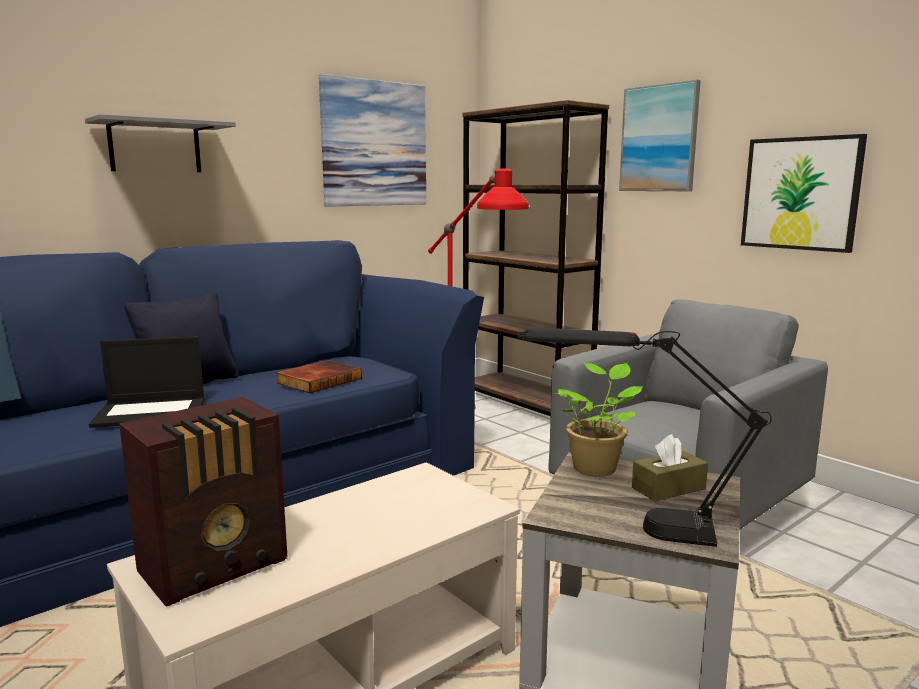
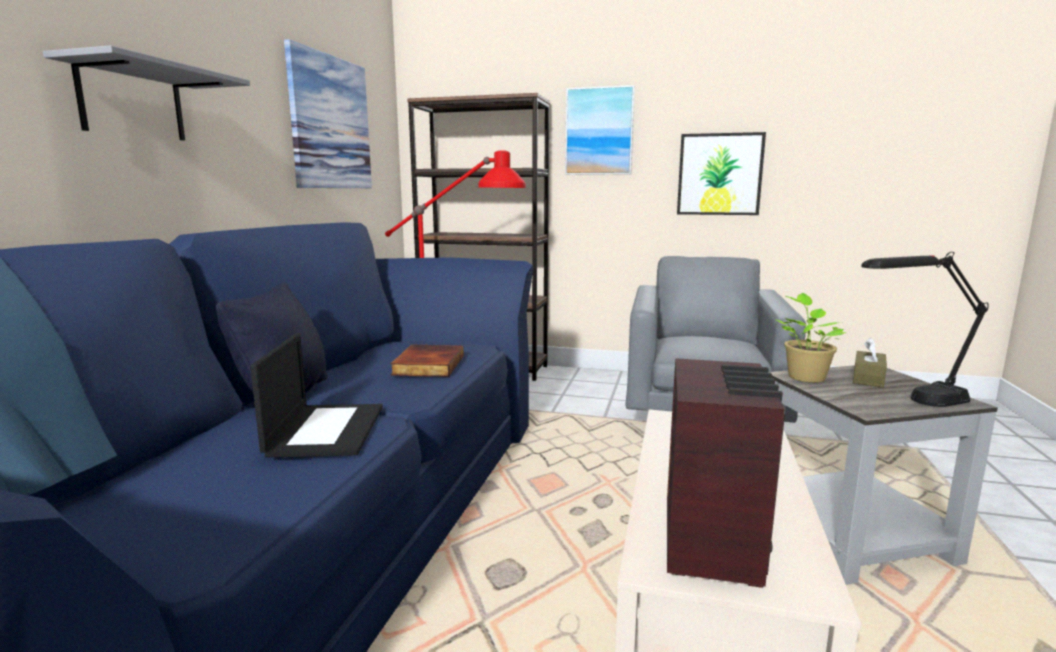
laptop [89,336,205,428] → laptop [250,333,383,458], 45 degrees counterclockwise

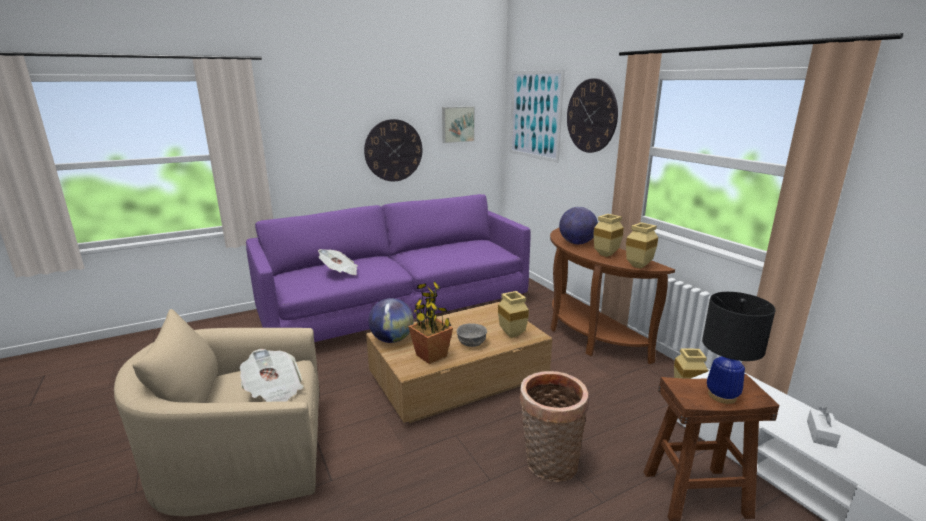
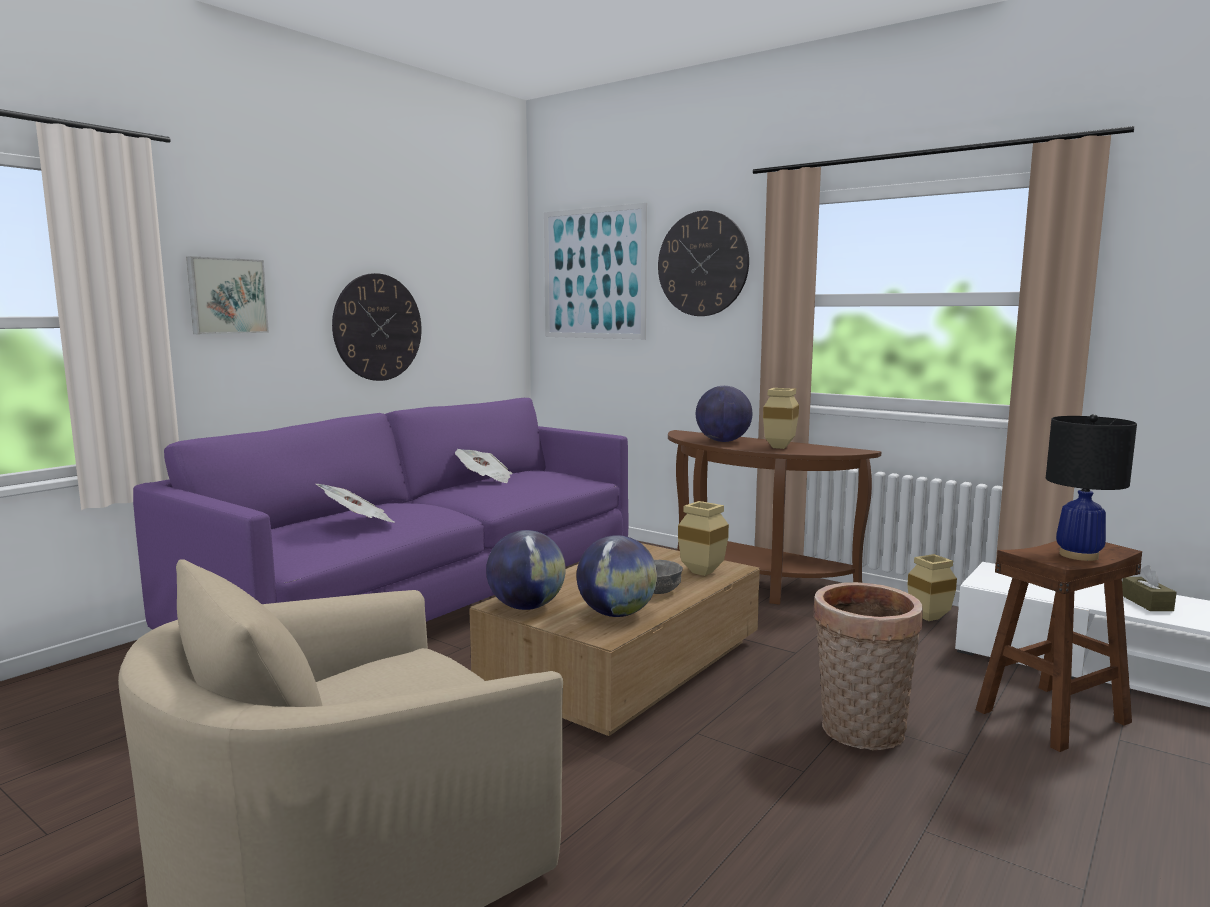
picture [442,106,475,143] → picture [186,256,269,334], moved
vase (beige) [626,222,658,269] → -
potted plant [408,281,453,364] → globe [577,535,657,617]
newspaper [240,349,304,402] → newspaper [455,449,512,483], moved
tissue box (white) [807,407,841,448] → tissue box (brown) [1122,565,1177,611]

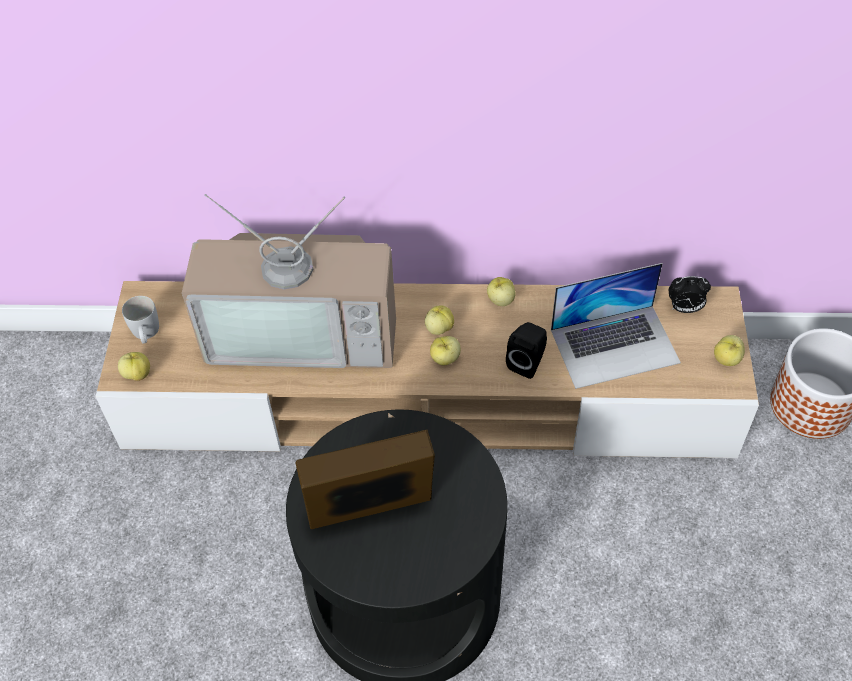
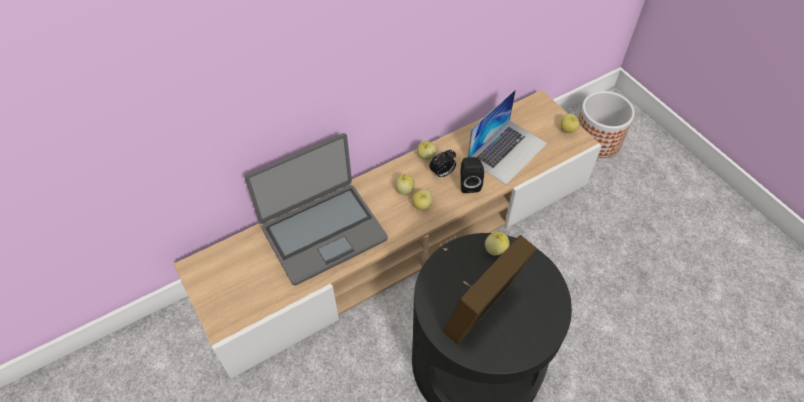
television [182,194,396,368] → laptop [245,133,388,286]
alarm clock [669,276,711,313] → alarm clock [429,150,456,177], moved
mug (white) [122,296,159,343] → -
apple [118,352,150,381] → apple [485,231,510,255], moved

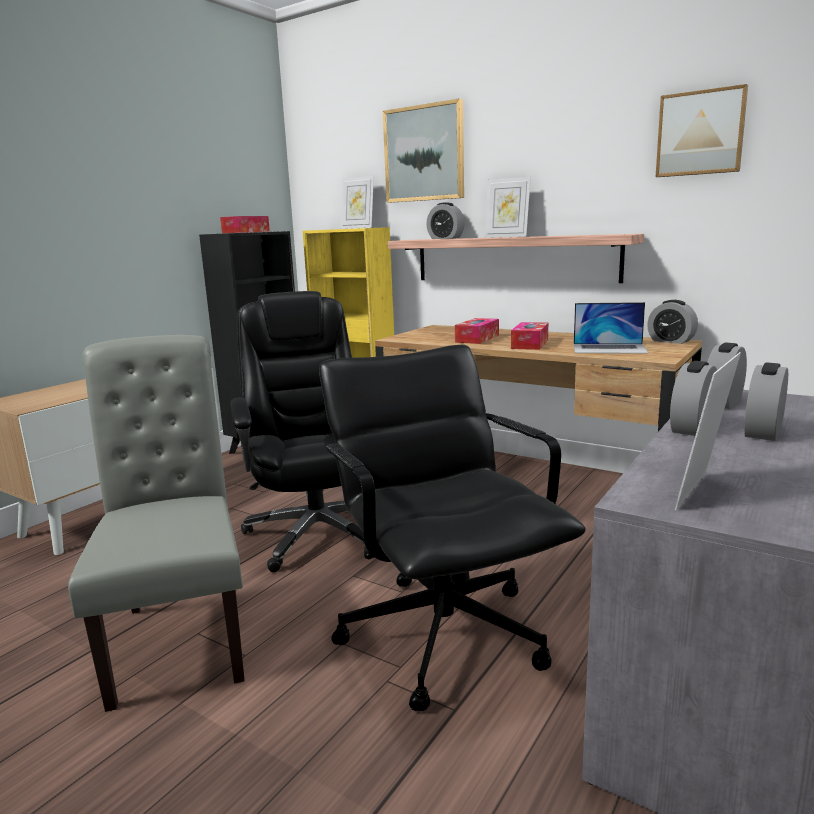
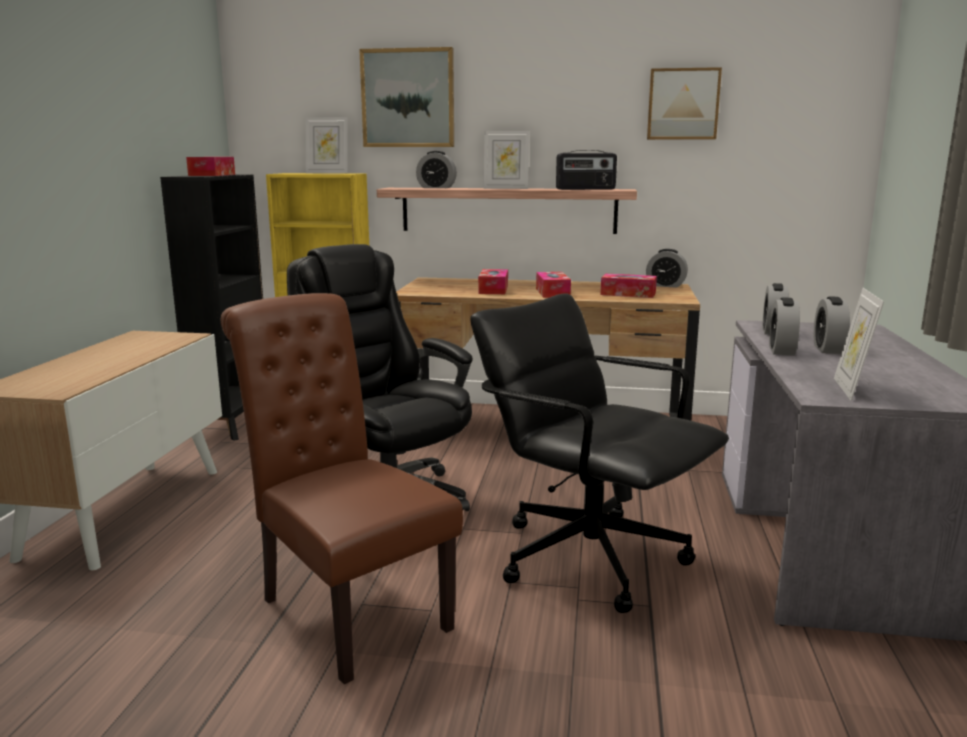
laptop [574,302,649,354] → tissue box [601,274,657,298]
chair (grey) [68,335,245,712] → chair (brown) [221,293,463,685]
- → radio [556,150,617,190]

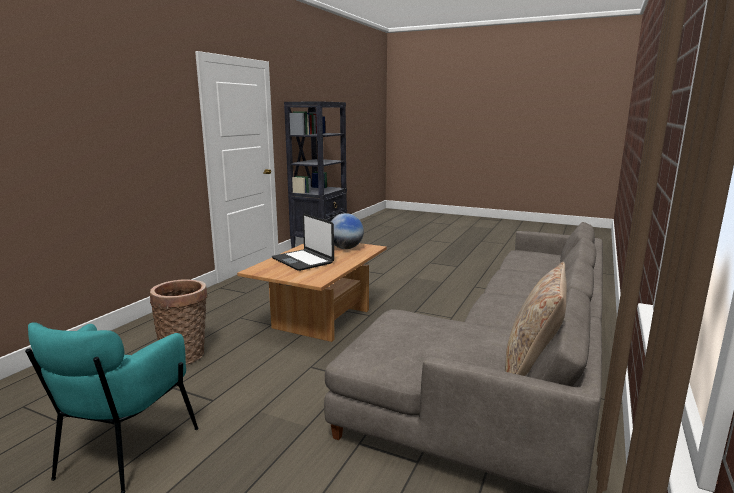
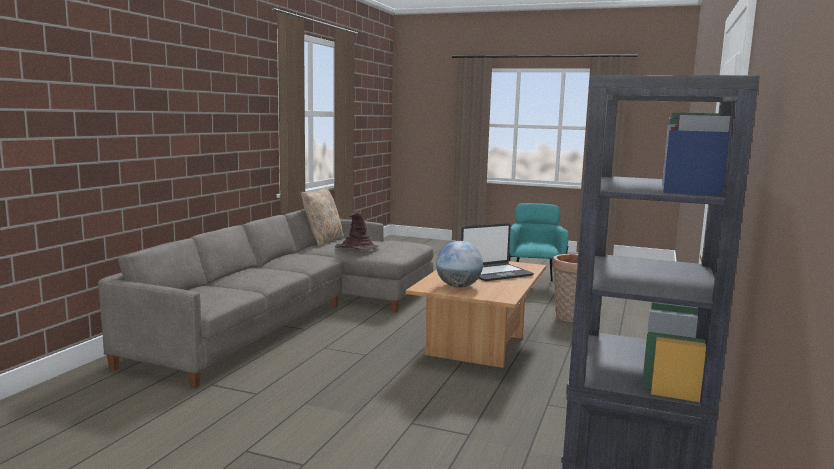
laptop [272,214,334,271] → laptop [461,223,534,281], 105 degrees clockwise
- → hat (brown) [335,211,378,250]

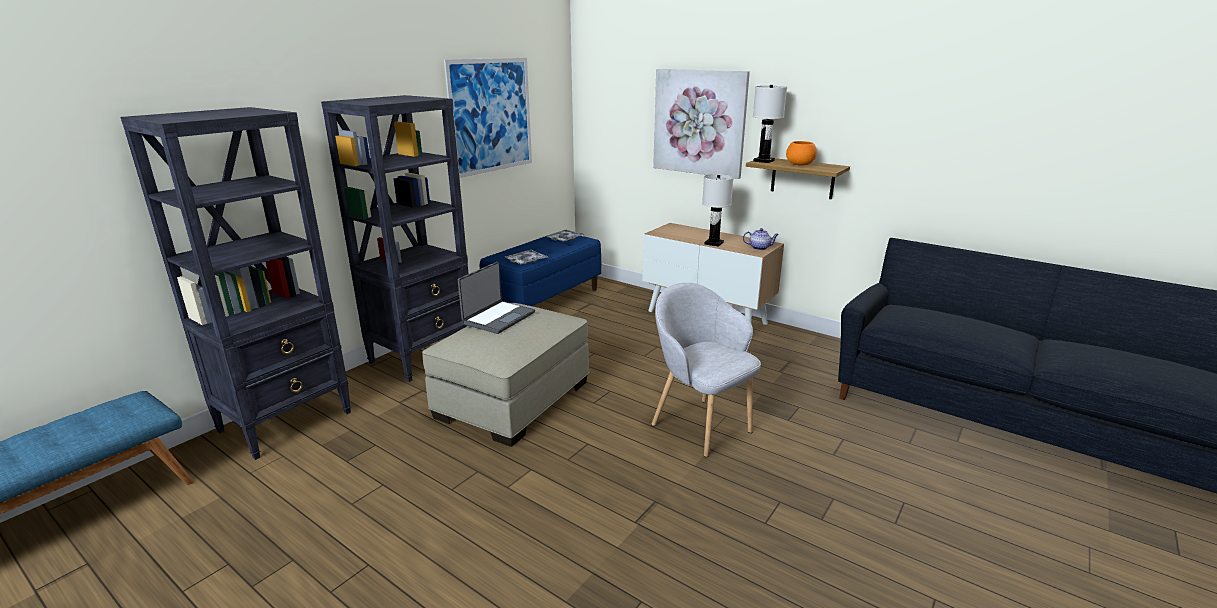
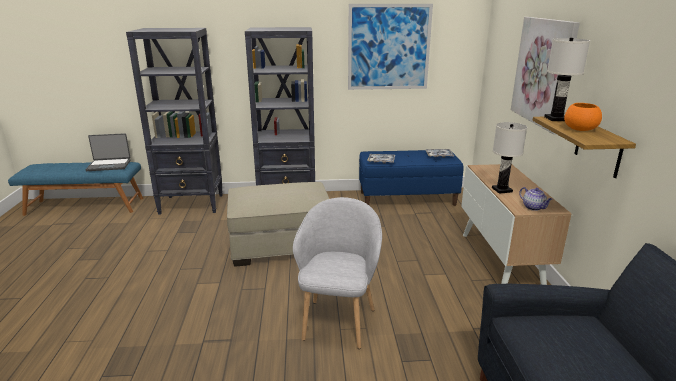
laptop [458,262,535,334] → laptop [86,133,131,171], moved

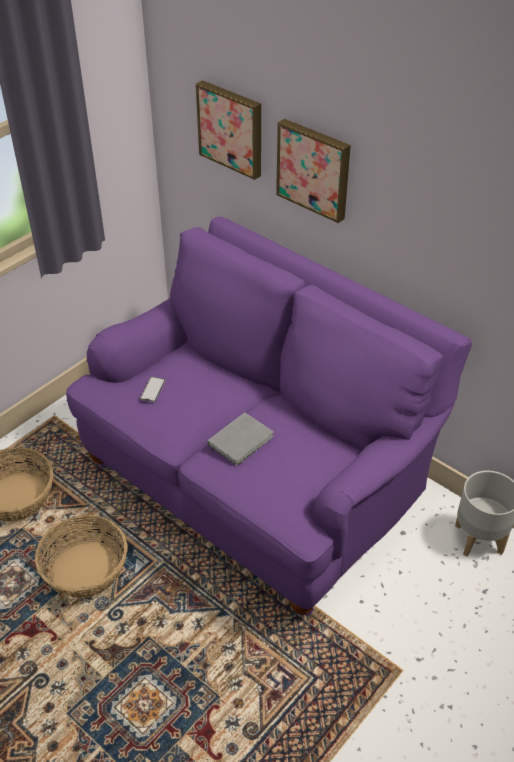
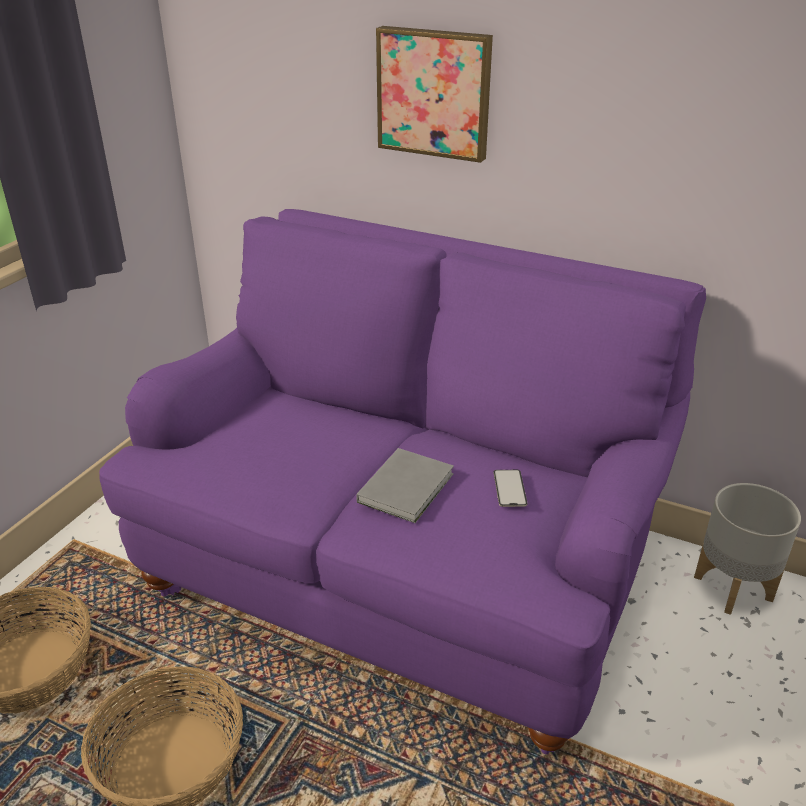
picture [196,80,261,180] → -
phone [140,377,166,402] → phone [493,470,528,507], moved

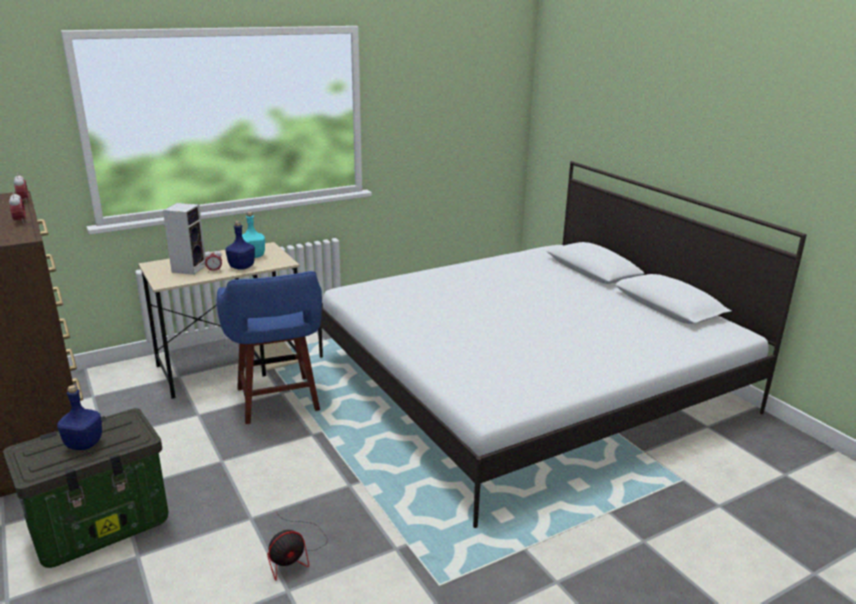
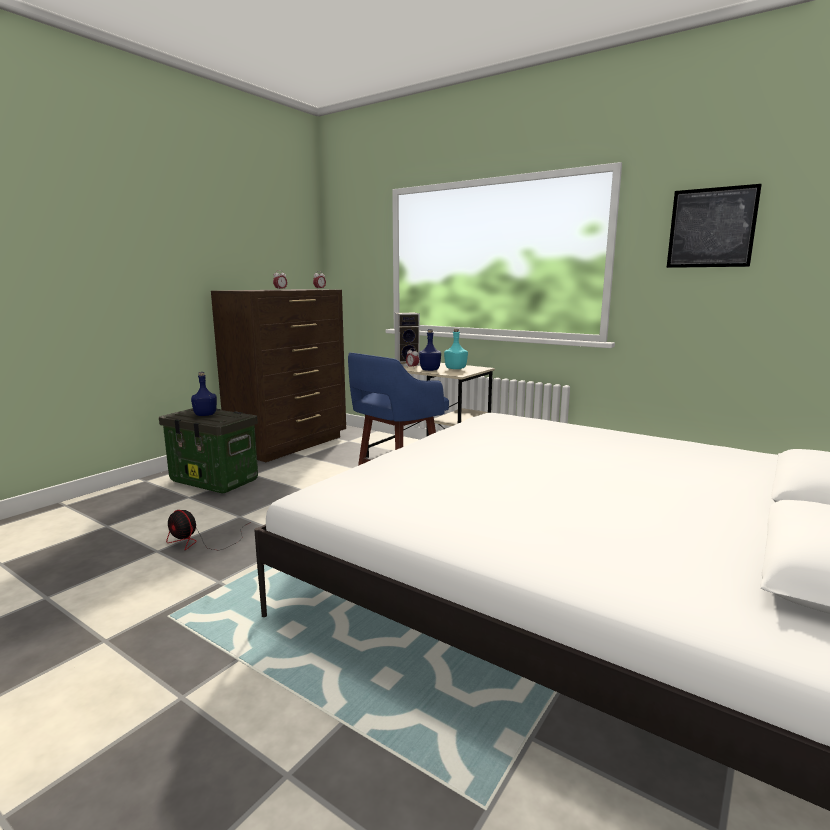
- → picture [667,184,762,268]

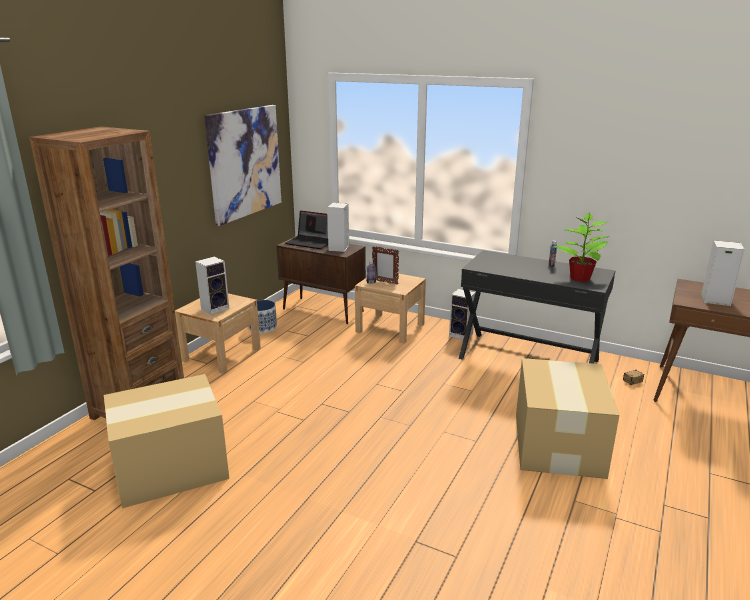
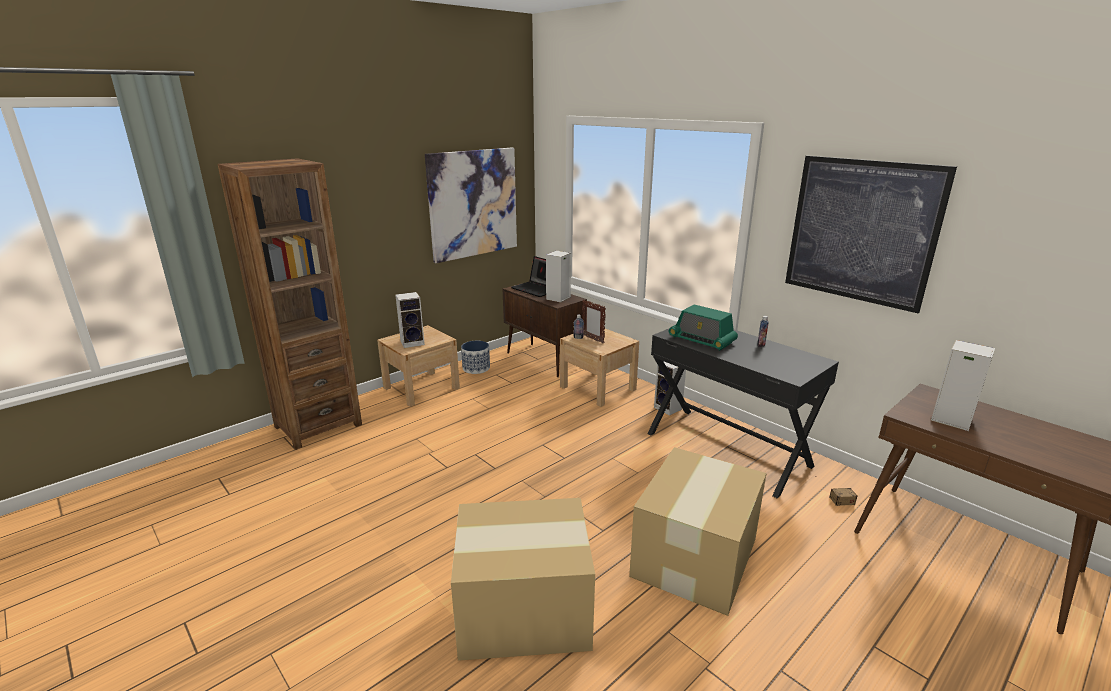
potted plant [553,213,610,282] → -
cardboard box [104,374,229,508] → cardboard box [451,498,595,661], moved
- → picture [785,156,957,313]
- → radio [669,304,738,351]

